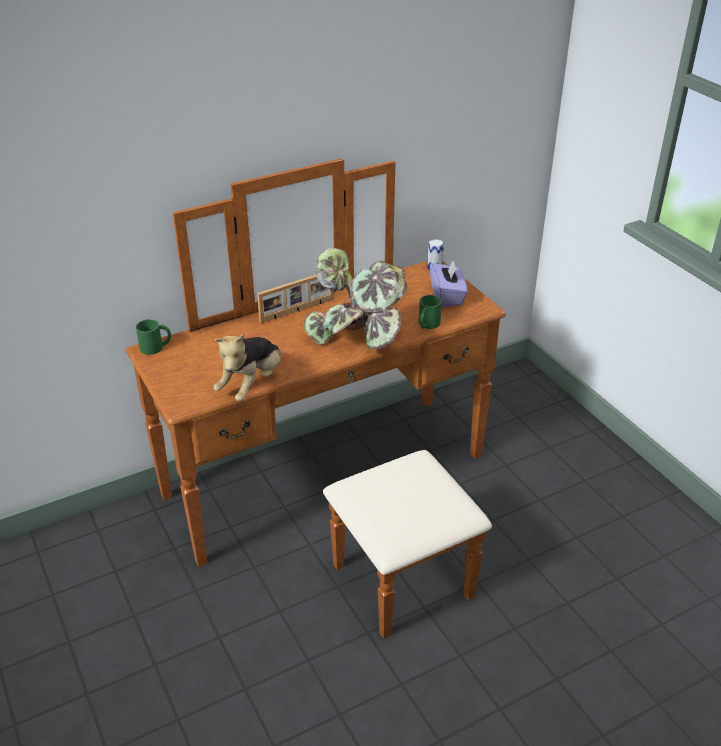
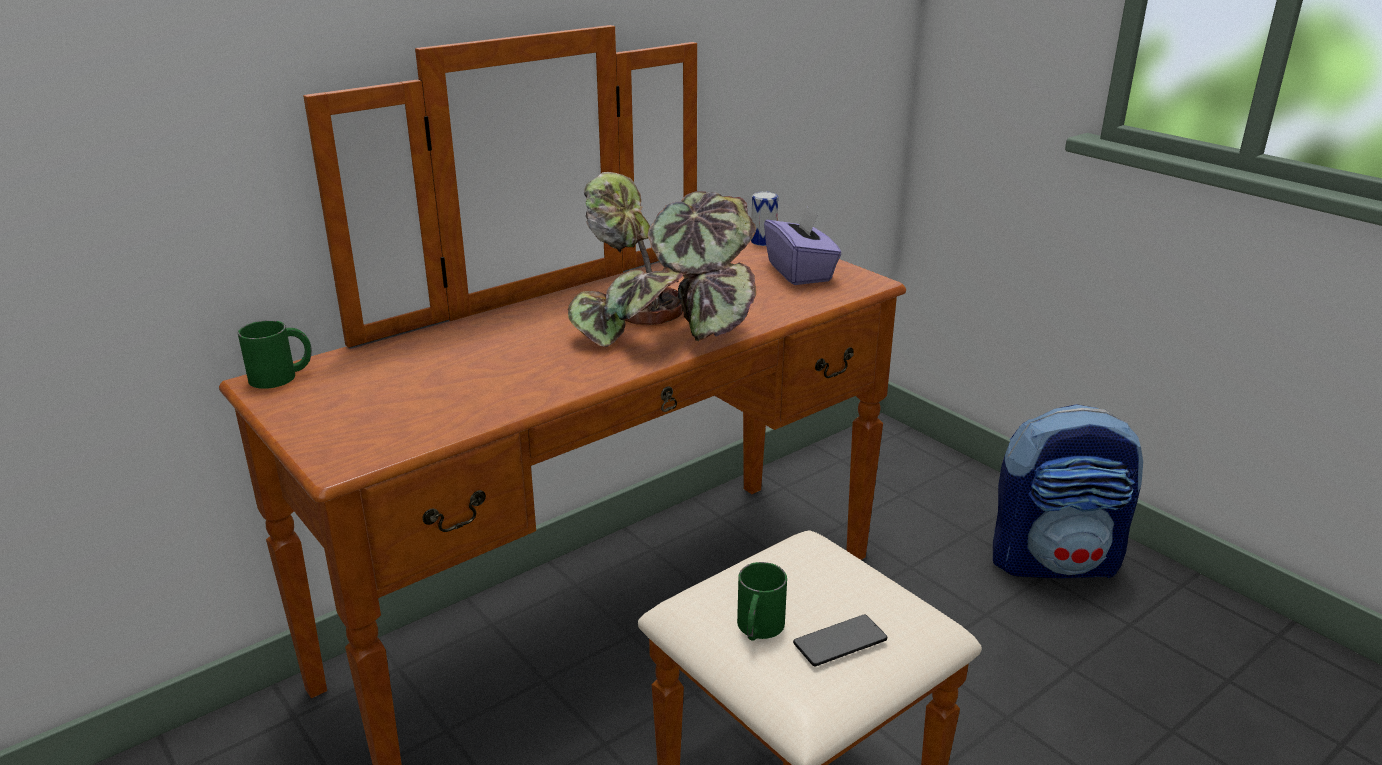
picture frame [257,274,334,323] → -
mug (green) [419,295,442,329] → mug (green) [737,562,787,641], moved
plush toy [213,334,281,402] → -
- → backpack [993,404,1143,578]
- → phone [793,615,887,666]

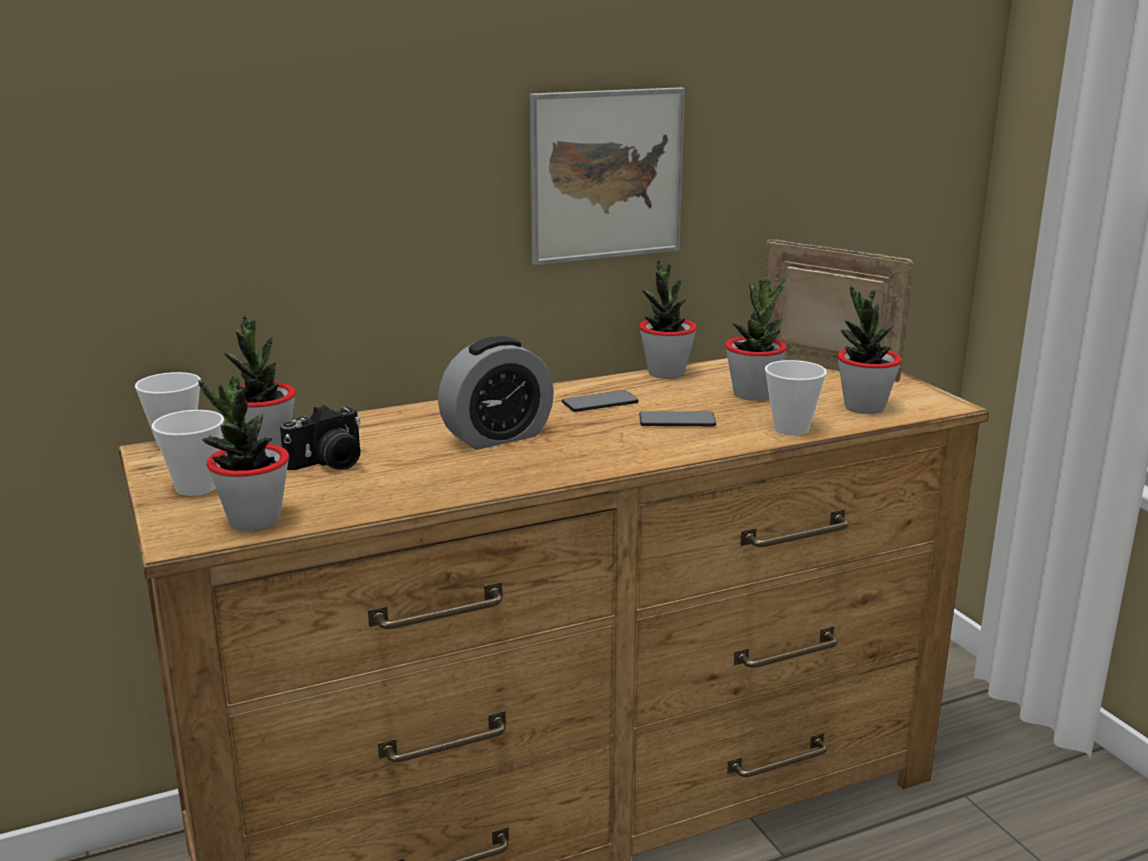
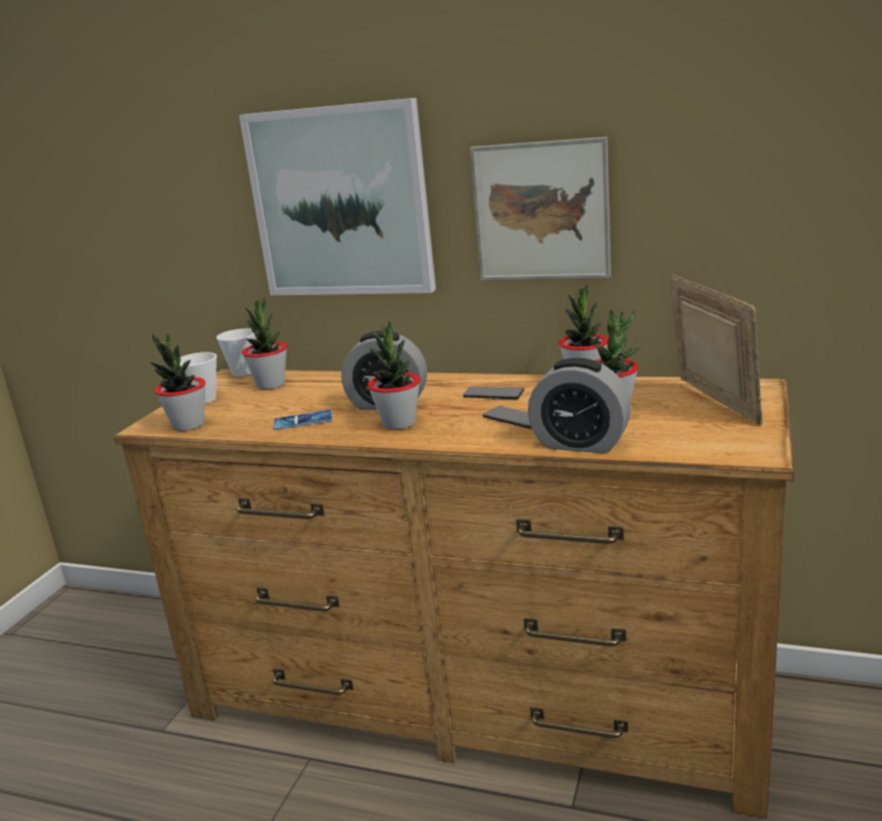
potted plant [837,284,902,414] → potted plant [368,320,420,430], moved
cup [765,360,827,435] → alarm clock [528,358,631,454]
photo camera [280,405,361,470] → -
- → picture [239,98,436,295]
- → phone [273,410,332,430]

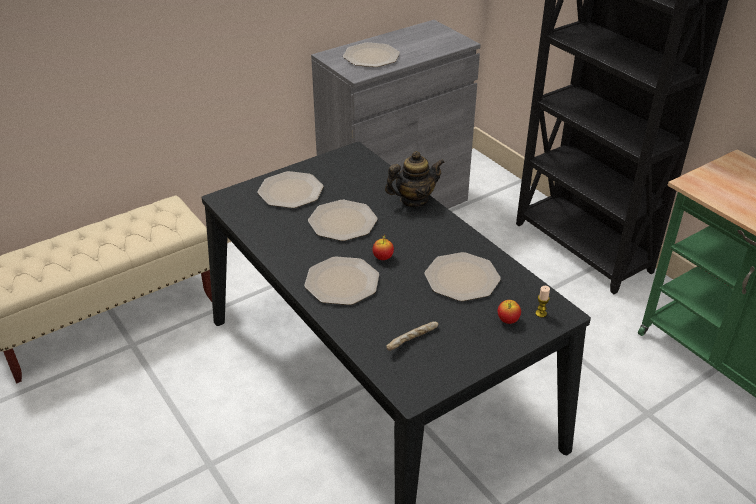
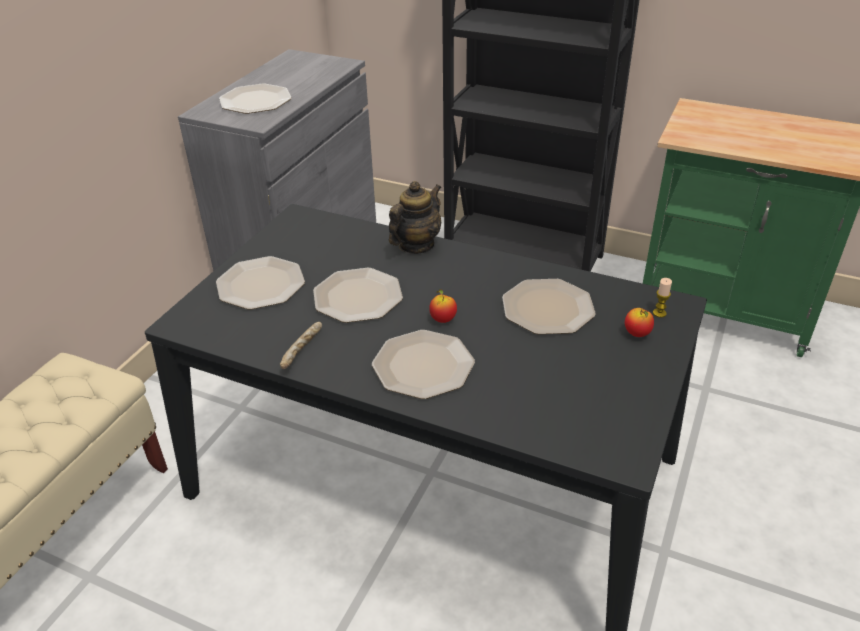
bread [386,322,438,351] → bread [280,322,322,369], moved

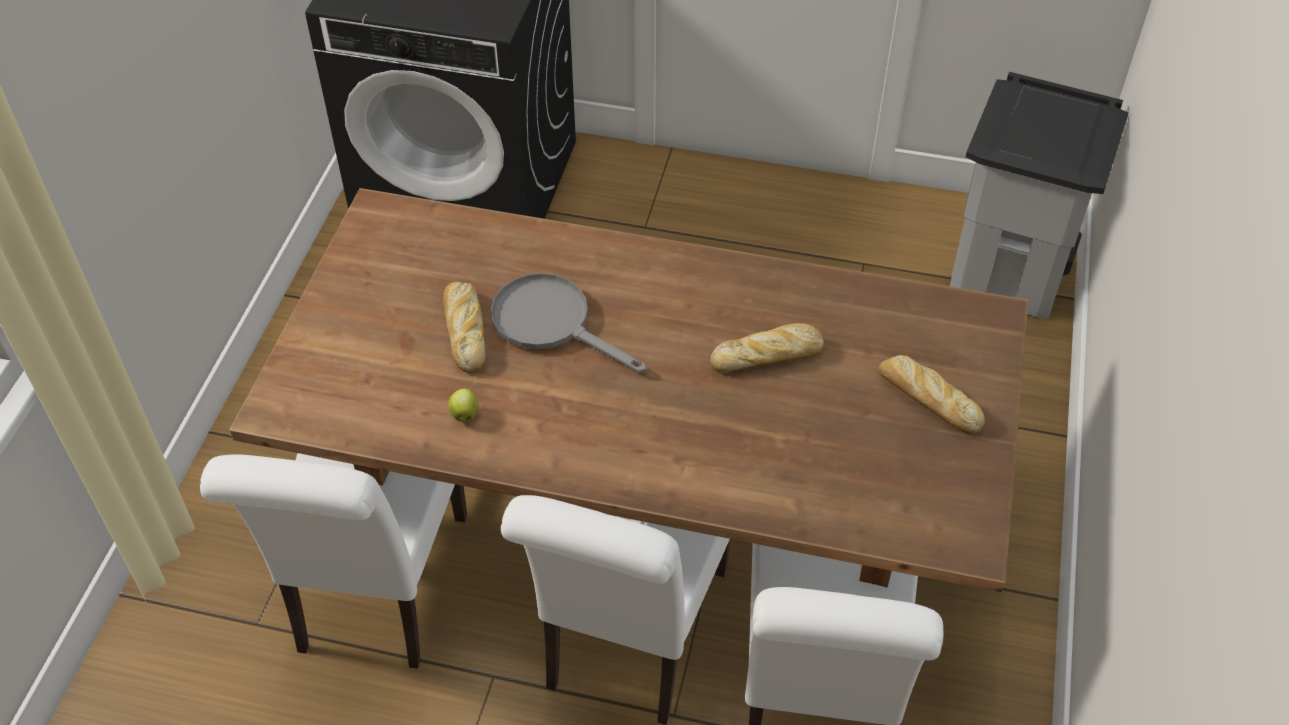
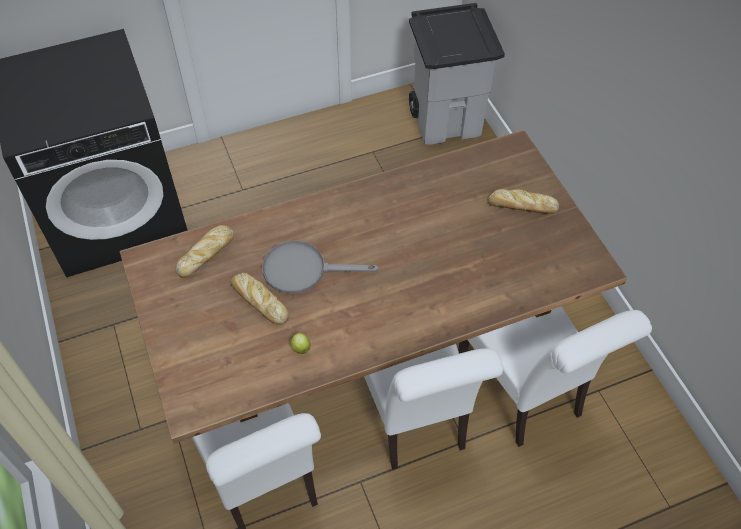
bread [710,323,824,372] → bread [176,225,234,278], moved

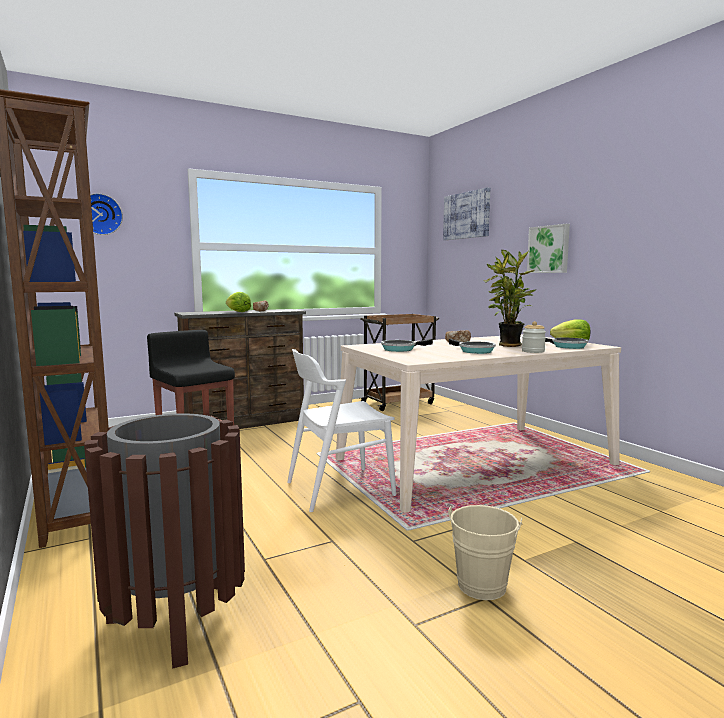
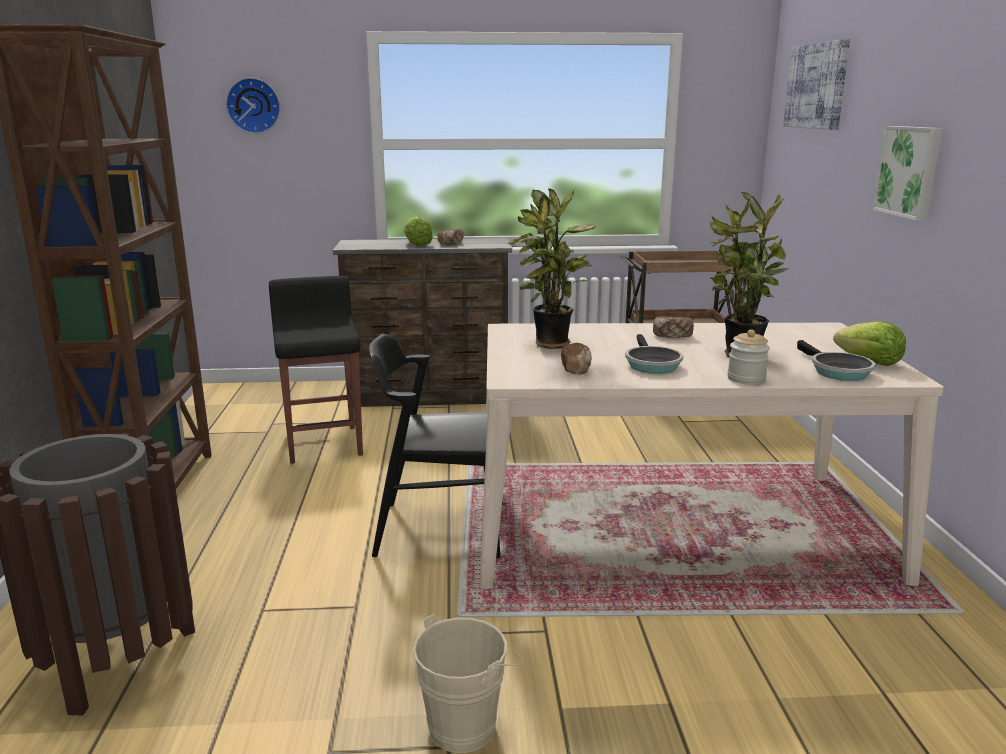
frying pan [381,339,433,352] → potted plant [508,188,596,349]
chair (white) [287,349,396,512] → chair (black) [369,334,503,558]
- → bread [561,343,592,375]

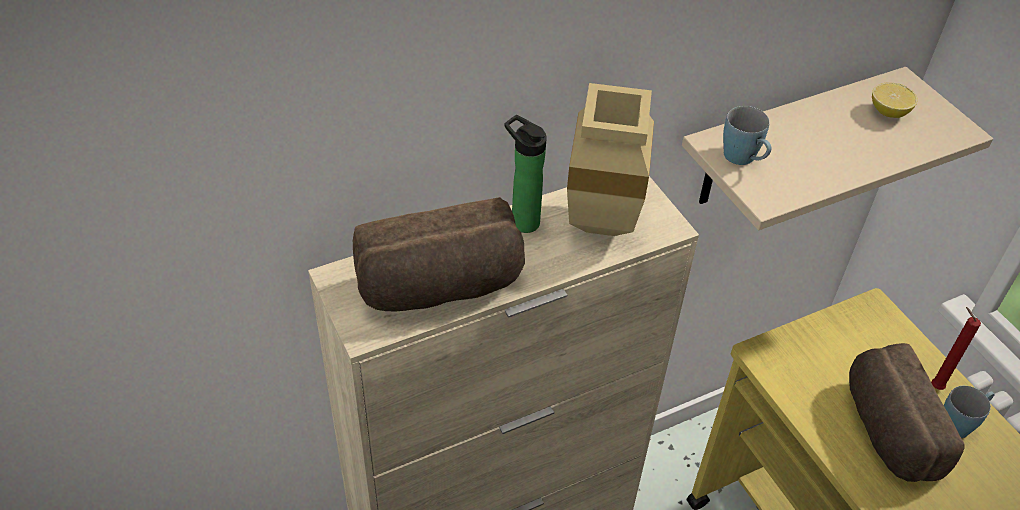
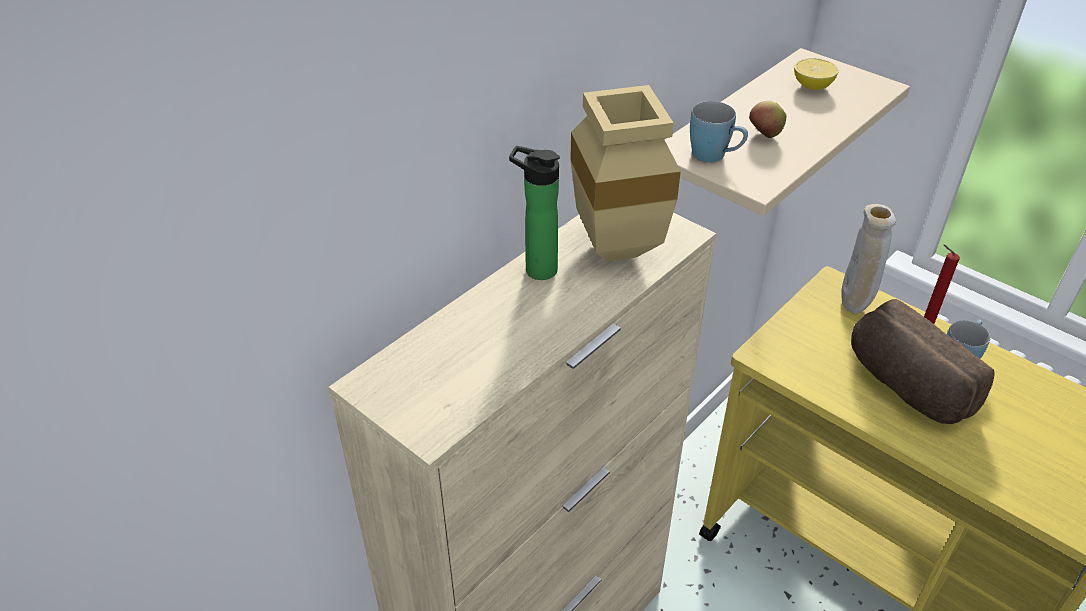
bread [353,197,525,311] → -
- → apple [749,101,786,138]
- → vase (beige) [841,204,896,314]

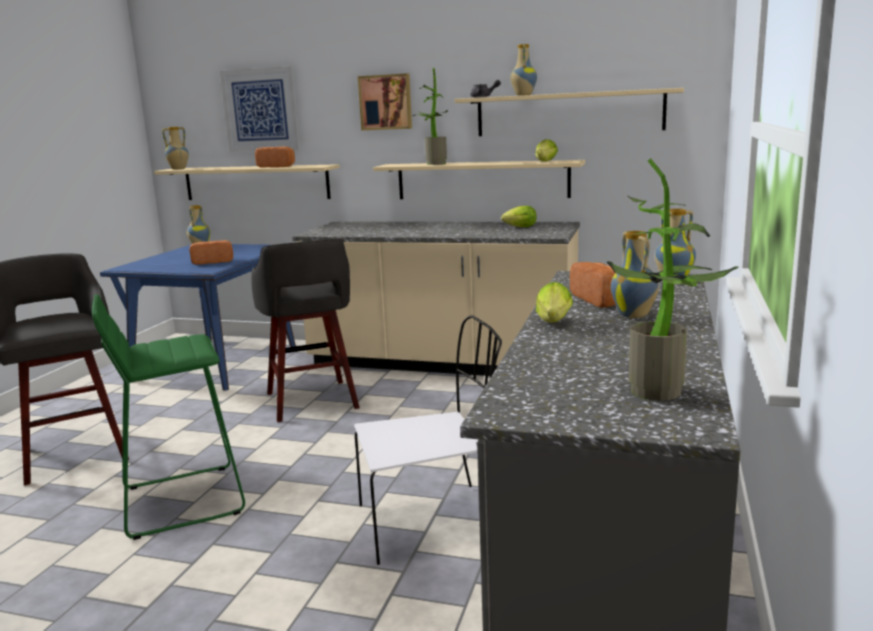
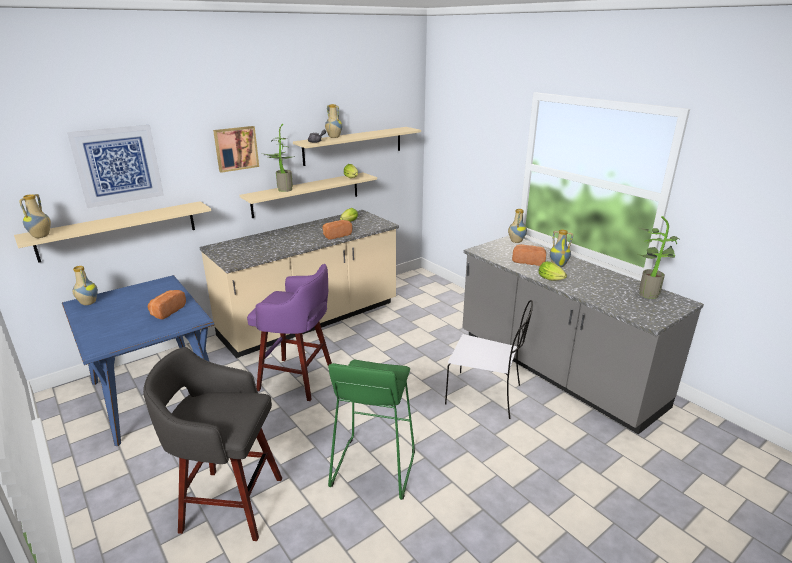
bread [255,147,295,168] → bread [323,220,352,240], moved
stool (grey) [251,239,360,422] → stool (purple) [247,264,332,401]
chair (white) [354,315,502,565] → chair (white) [445,300,533,419], 90 degrees clockwise

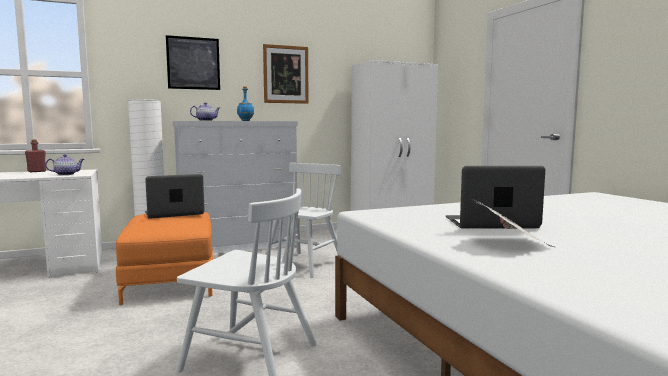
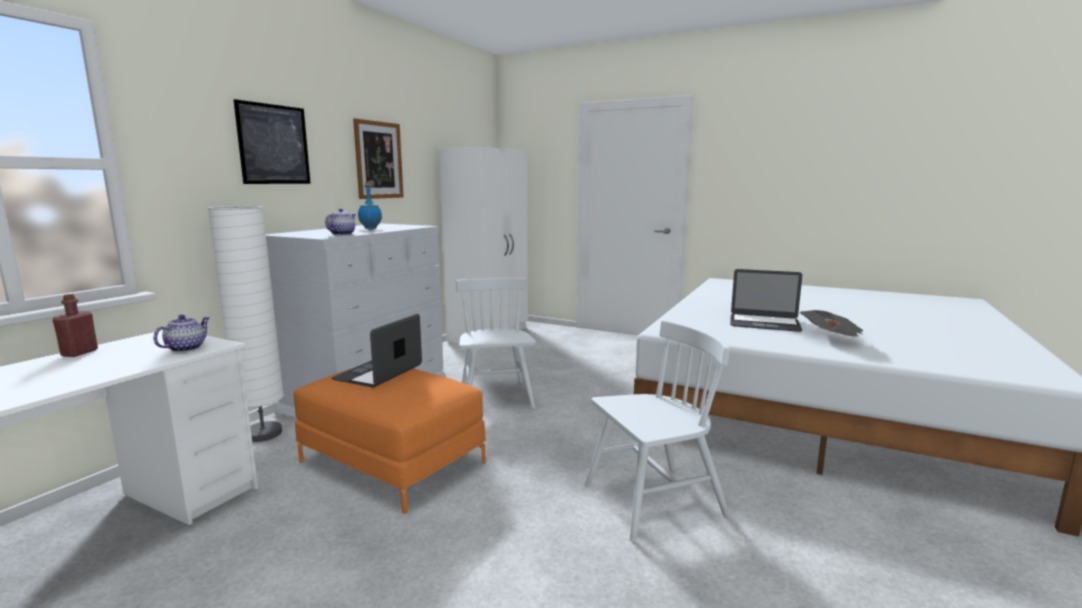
laptop [446,166,545,229] → laptop [730,269,802,332], 120 degrees counterclockwise

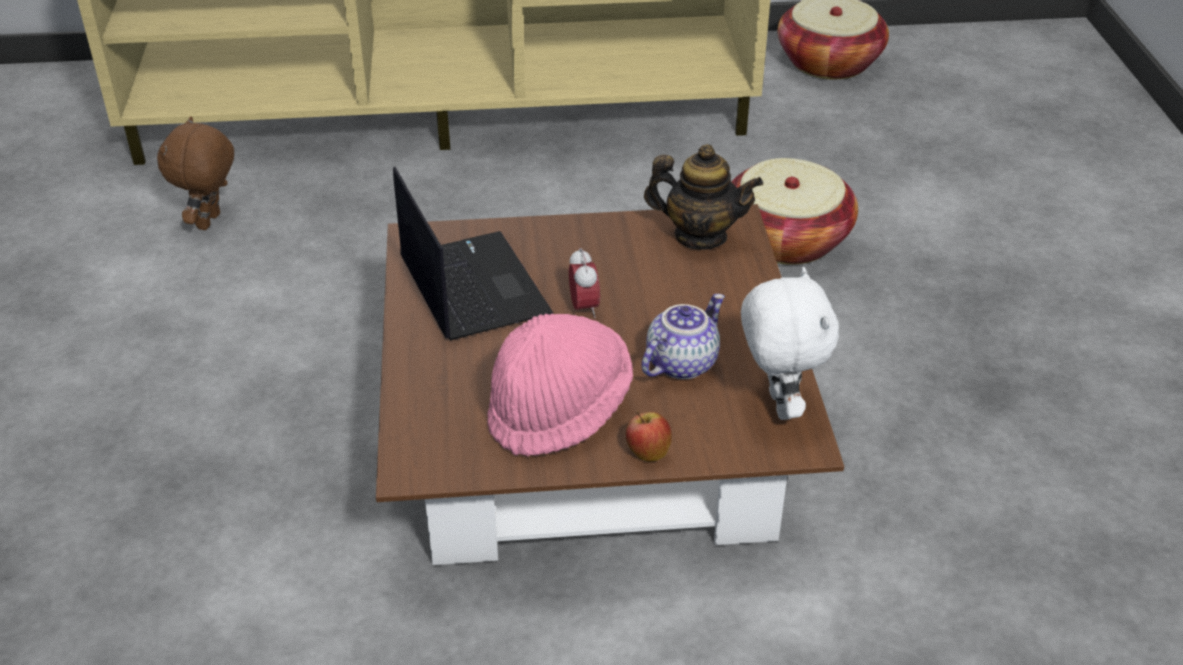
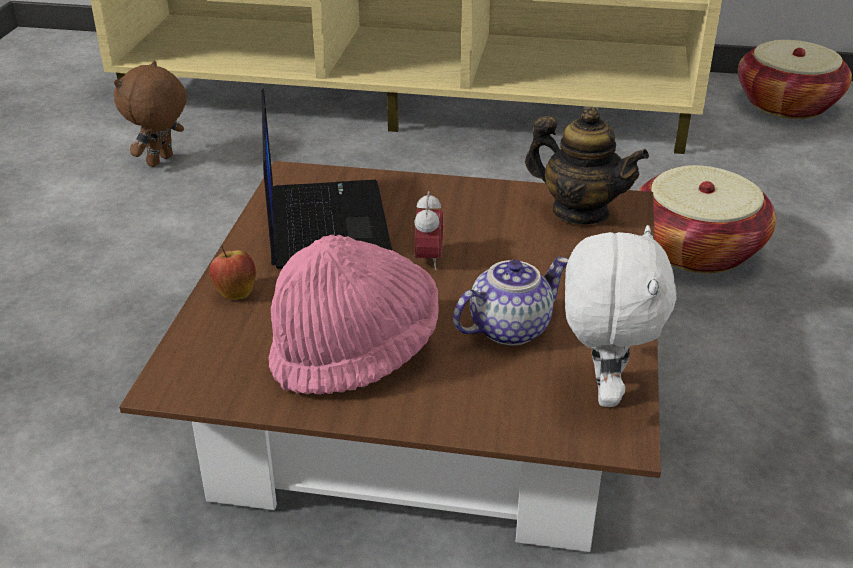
apple [626,411,672,462] → apple [209,245,256,299], moved

